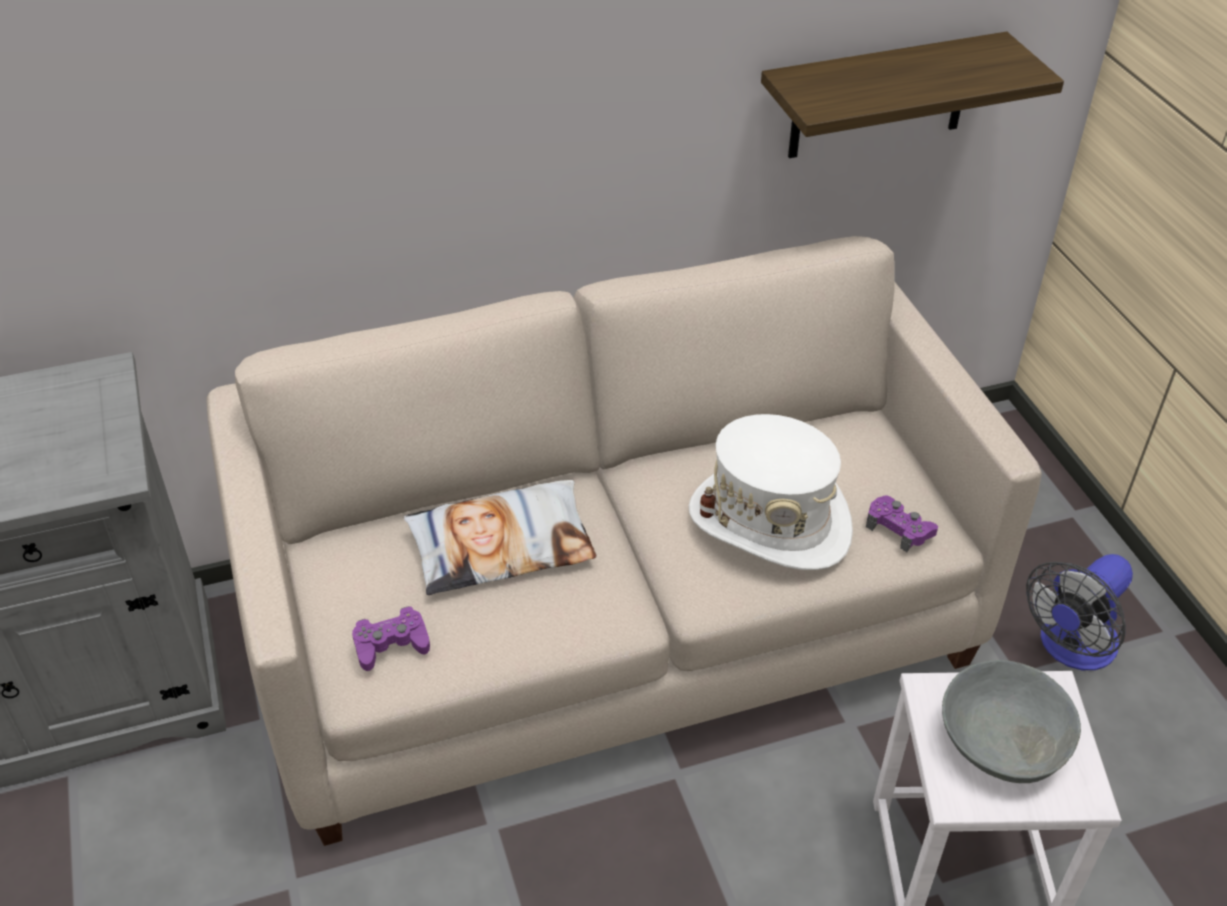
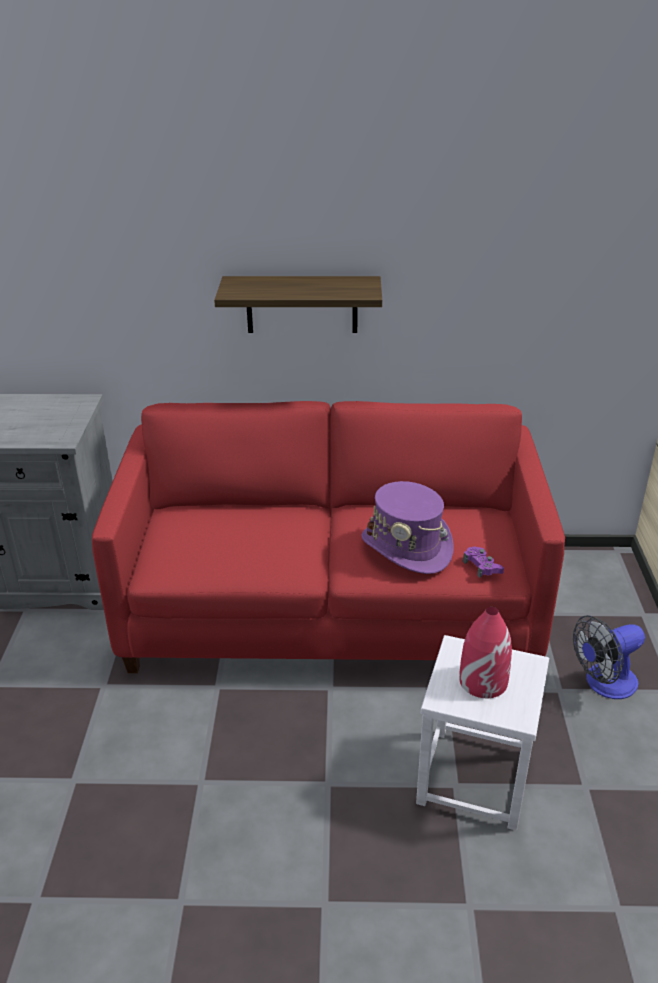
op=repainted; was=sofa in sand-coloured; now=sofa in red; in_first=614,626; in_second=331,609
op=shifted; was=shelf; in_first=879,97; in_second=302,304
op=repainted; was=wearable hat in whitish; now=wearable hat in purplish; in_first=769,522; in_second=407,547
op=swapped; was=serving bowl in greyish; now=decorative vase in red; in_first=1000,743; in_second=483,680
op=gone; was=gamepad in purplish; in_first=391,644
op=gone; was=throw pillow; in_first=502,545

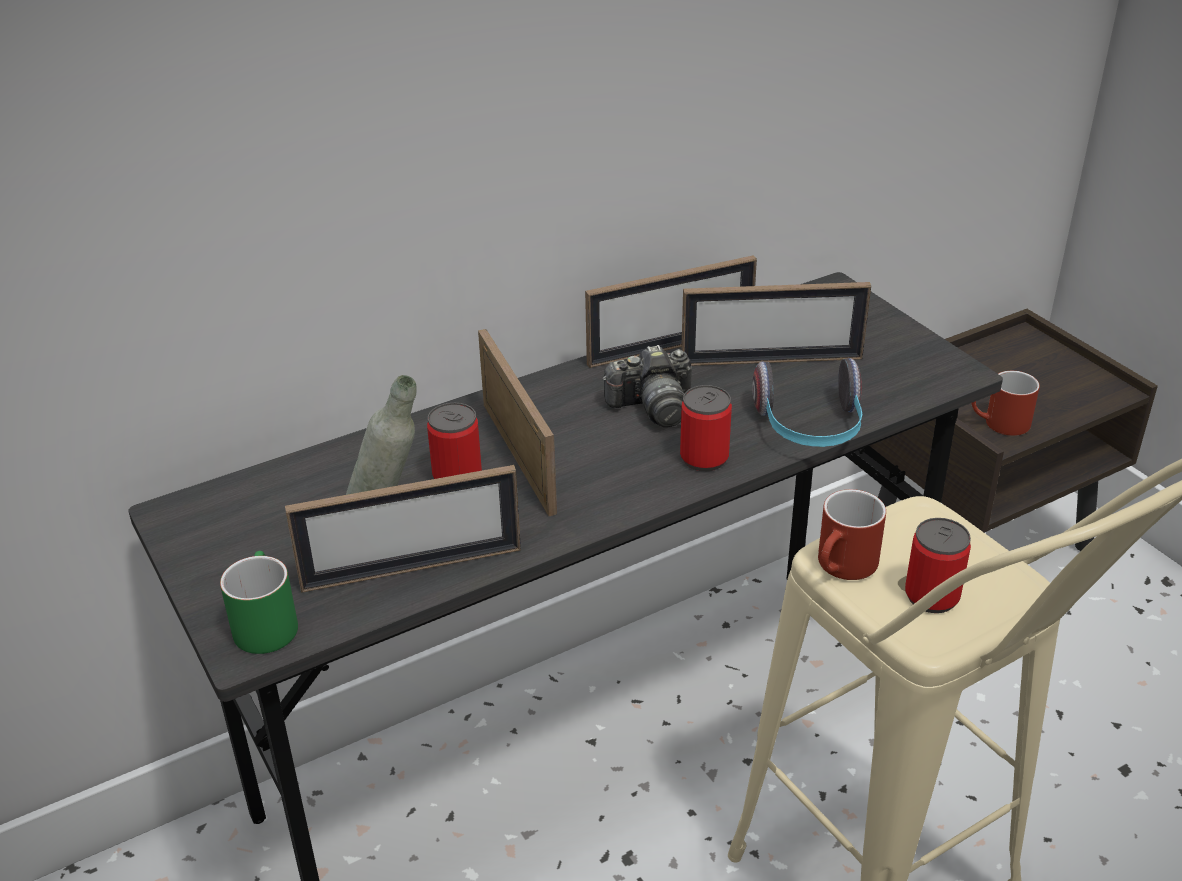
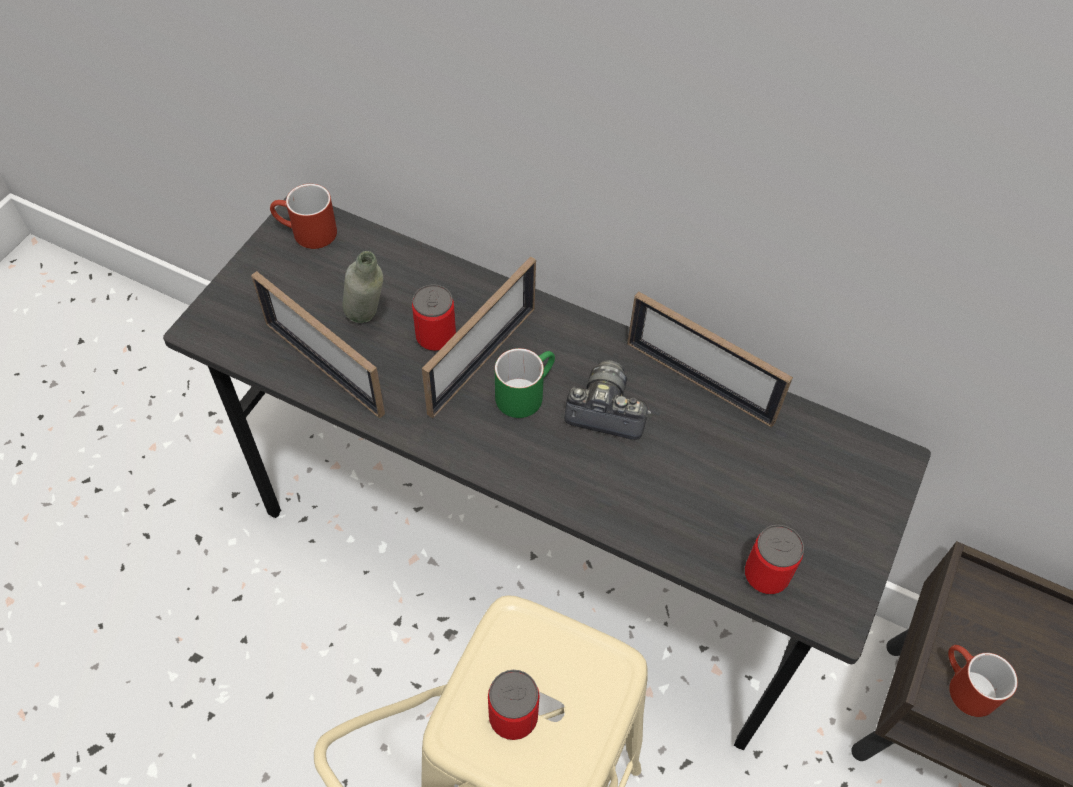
op=shifted; was=tea mug in red; in_first=843,568; in_second=306,233
op=shifted; was=tea mug in green; in_first=263,622; in_second=525,392
op=rotated; was=still camera; in_first=653,407; in_second=605,411; clockwise=150
op=shifted; was=sealed can; in_first=704,458; in_second=766,575
op=gone; was=picture frame; in_first=771,360
op=gone; was=pair of headphones; in_first=810,428

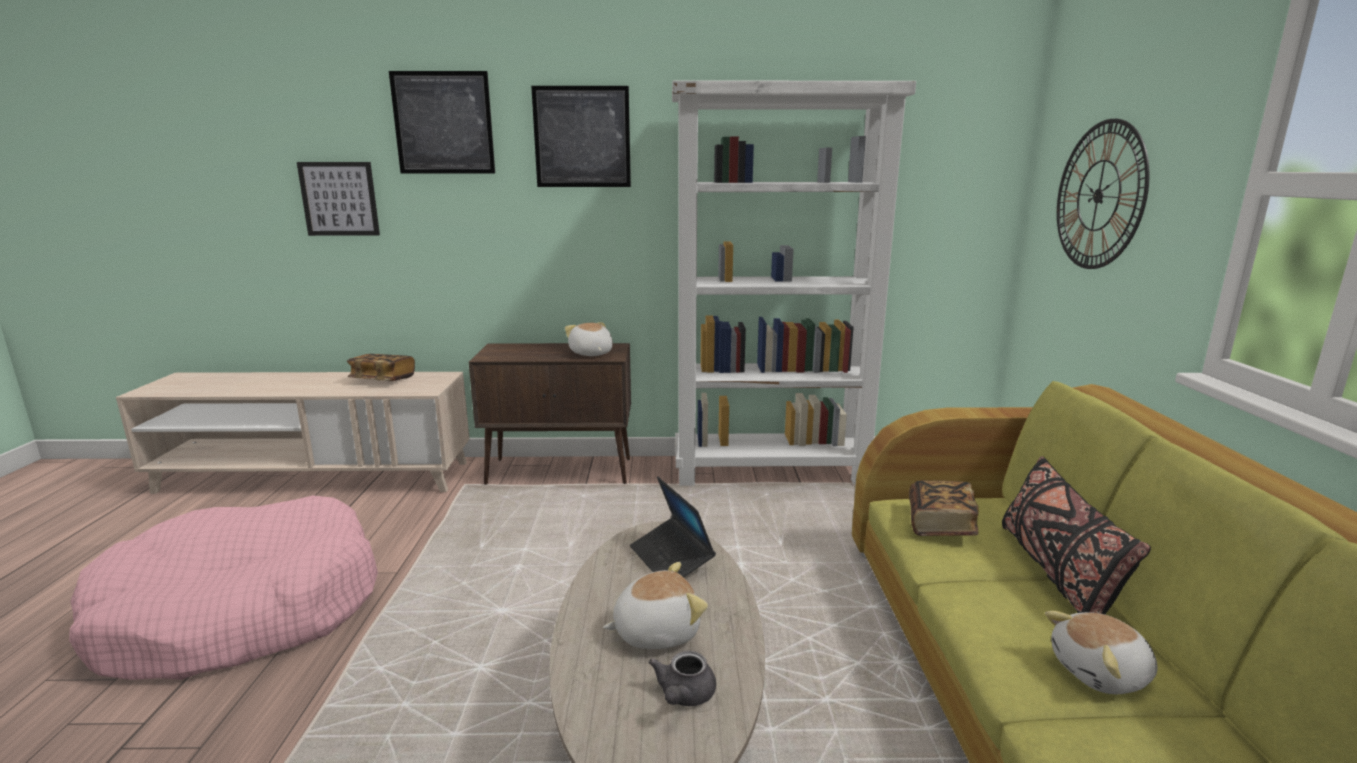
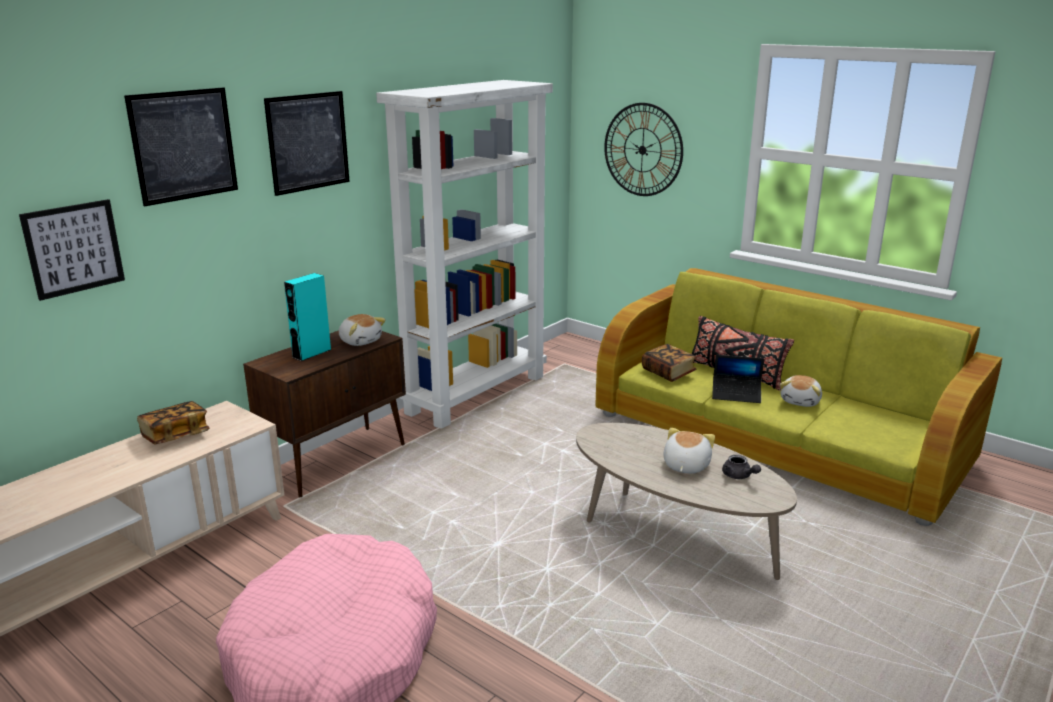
op=new; now=loudspeaker in turquoise; in_second=311,353
op=rotated; was=plush toy; in_first=591,353; in_second=360,341; clockwise=-150
op=shifted; was=portable computer; in_first=671,559; in_second=736,394

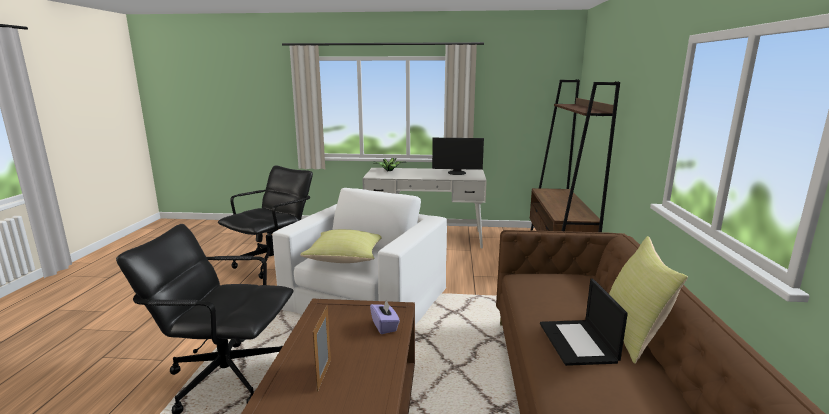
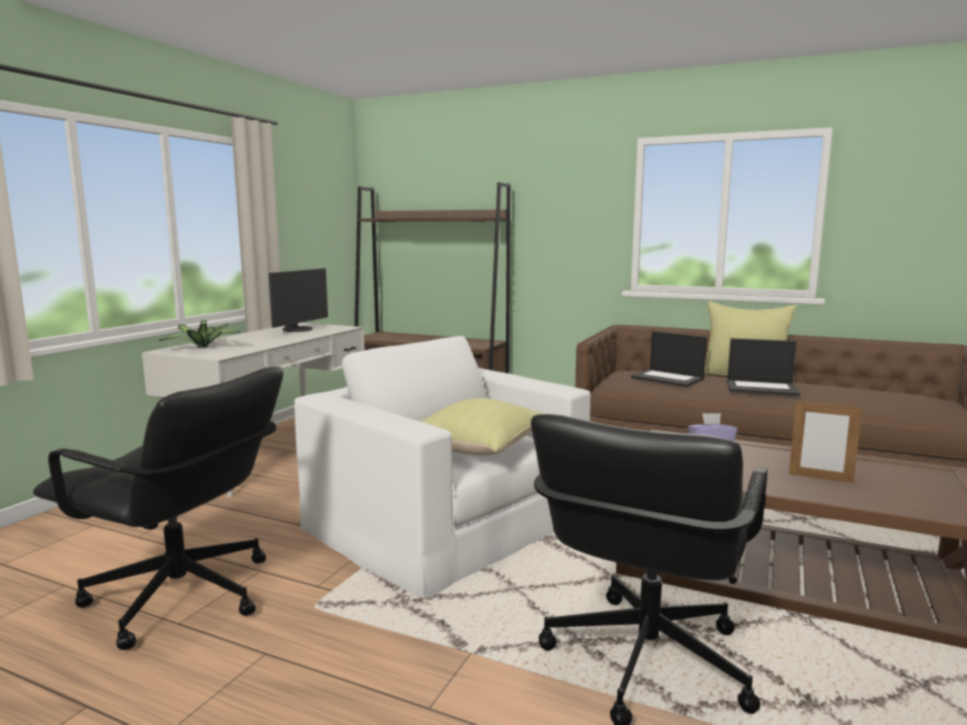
op=rotated; was=office chair in blackish; in_first=273,263; in_second=181,597; clockwise=150
op=new; now=portable computer; in_second=668,378

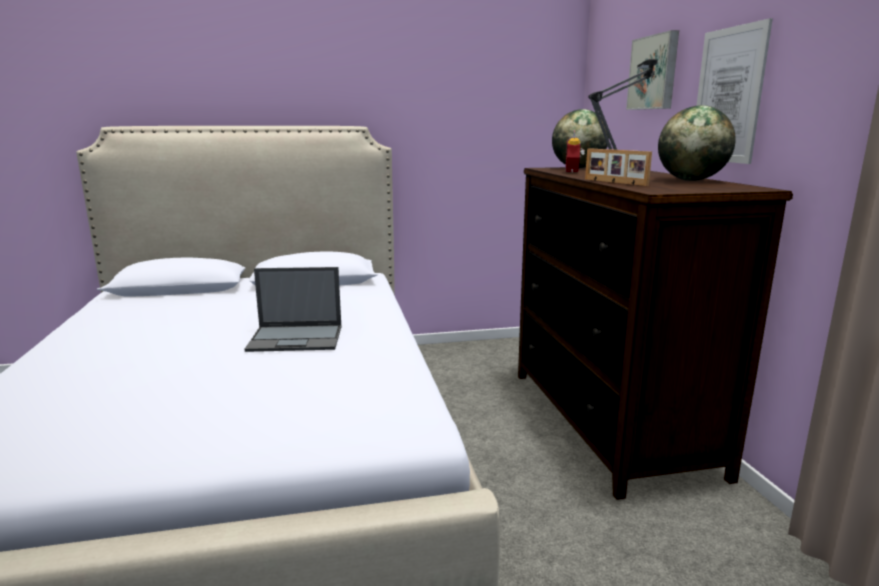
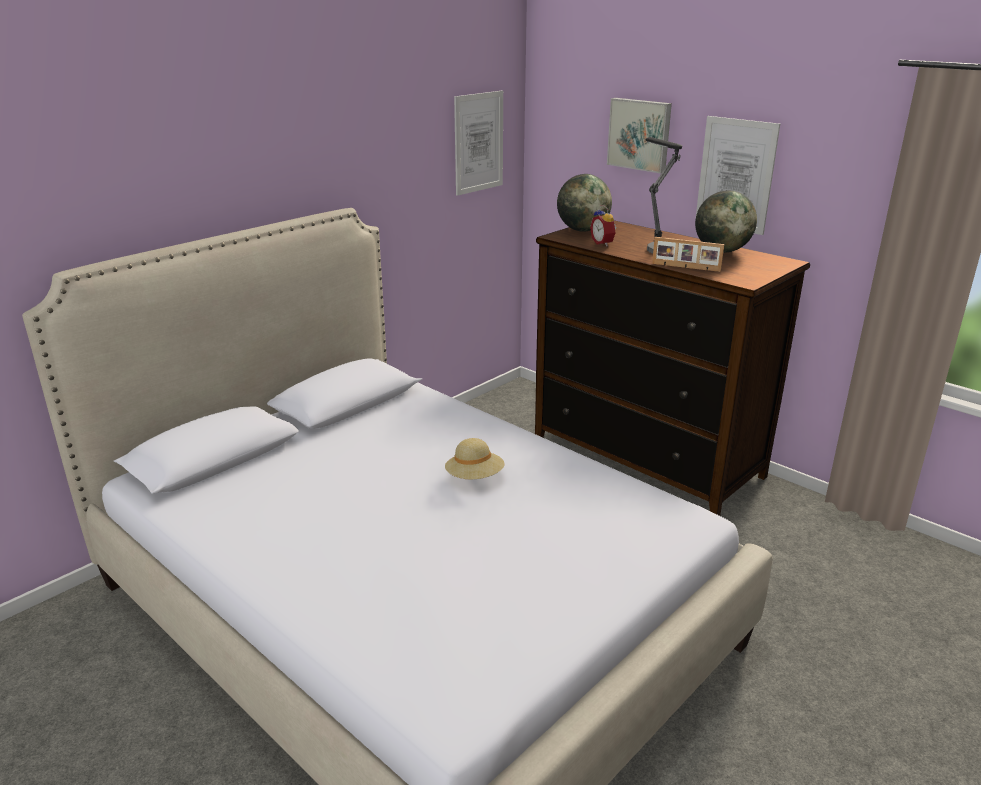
op=swapped; was=portable computer; now=wearable hat in sand-coloured; in_first=297,338; in_second=475,477
op=new; now=picture; in_second=478,142

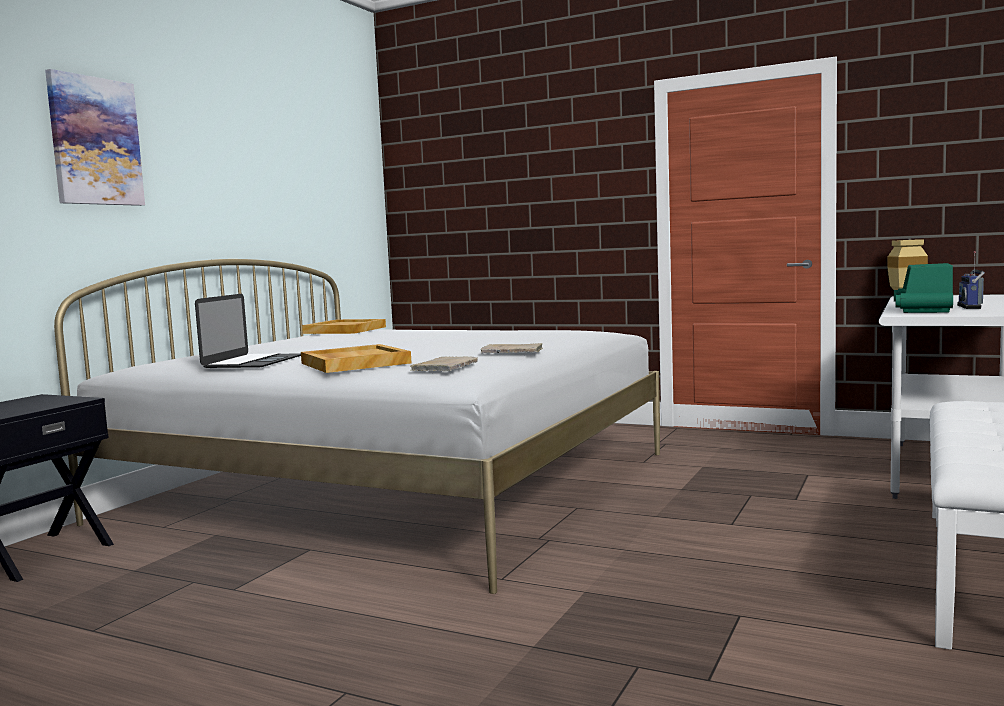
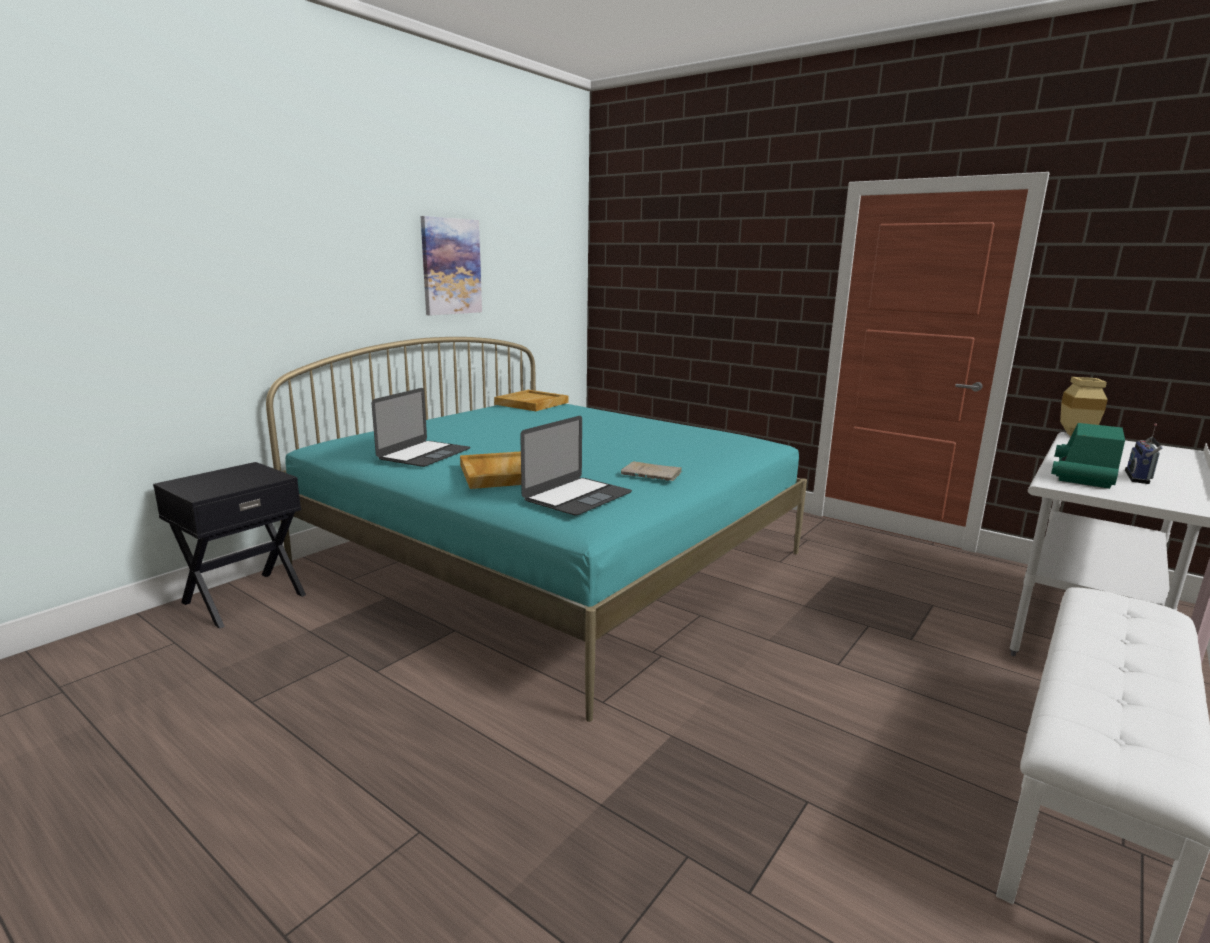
op=repainted; was=bedroom bed in whitish; now=bedroom bed in turquoise; in_first=395,486; in_second=552,559
op=shifted; was=picture; in_first=95,141; in_second=451,266
op=swapped; was=volume in sand-coloured; now=portable computer; in_first=446,367; in_second=577,496

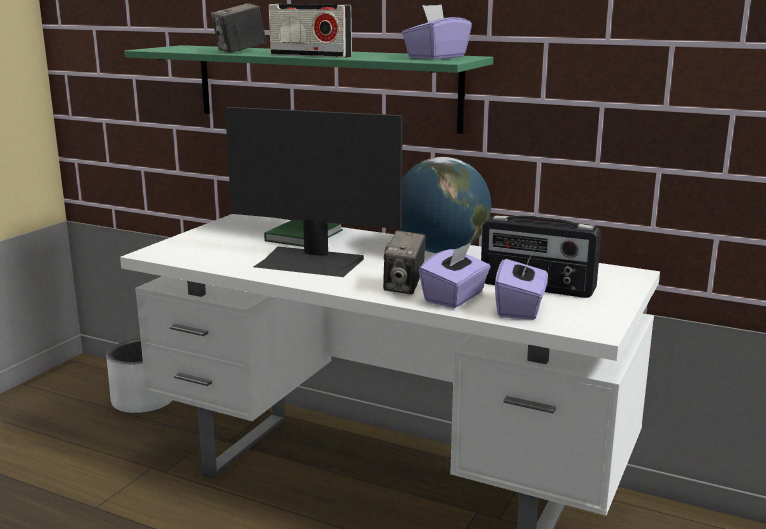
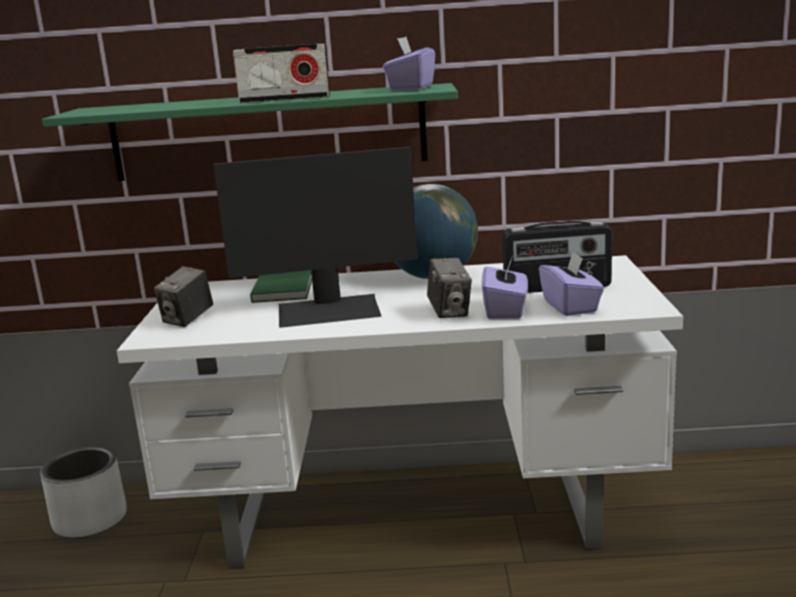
op=shifted; was=still camera; in_first=240,51; in_second=188,320

